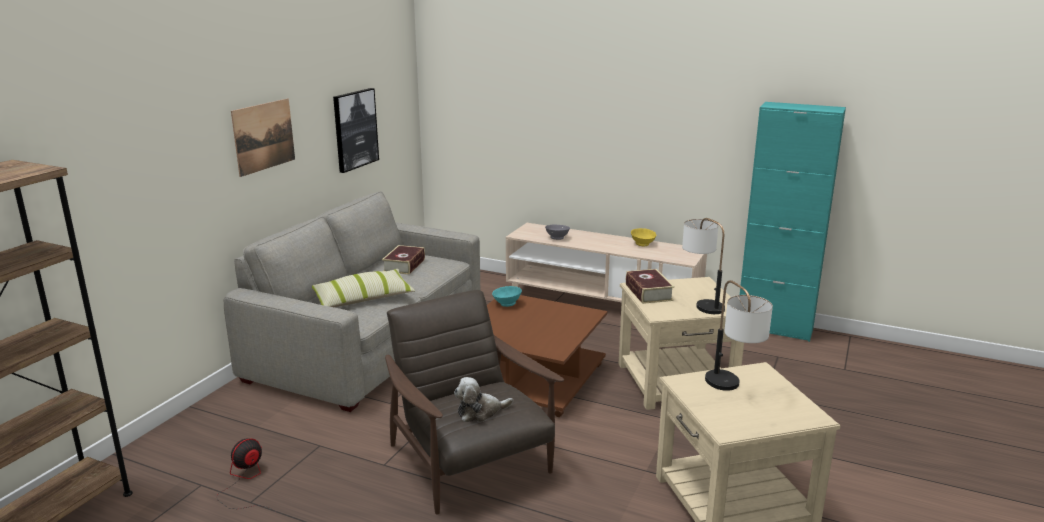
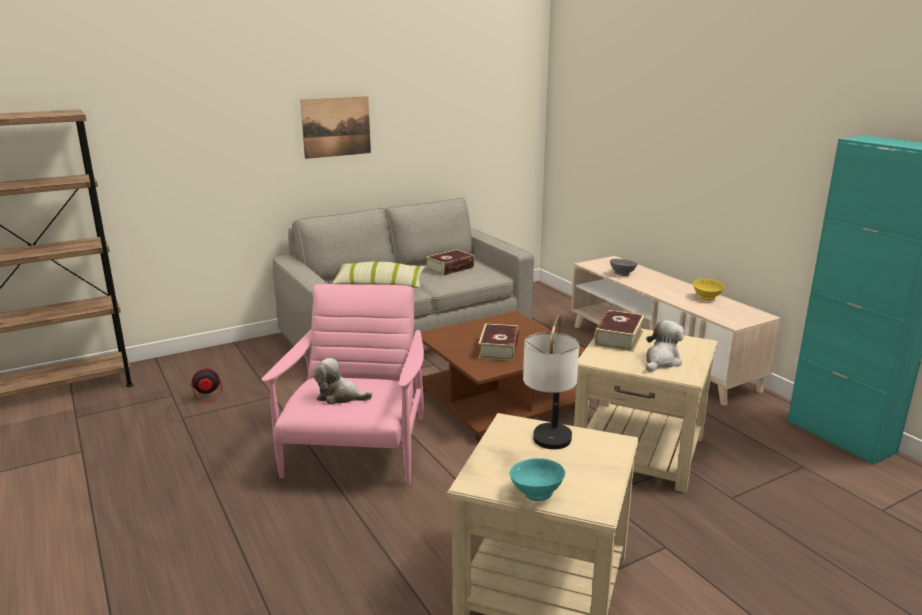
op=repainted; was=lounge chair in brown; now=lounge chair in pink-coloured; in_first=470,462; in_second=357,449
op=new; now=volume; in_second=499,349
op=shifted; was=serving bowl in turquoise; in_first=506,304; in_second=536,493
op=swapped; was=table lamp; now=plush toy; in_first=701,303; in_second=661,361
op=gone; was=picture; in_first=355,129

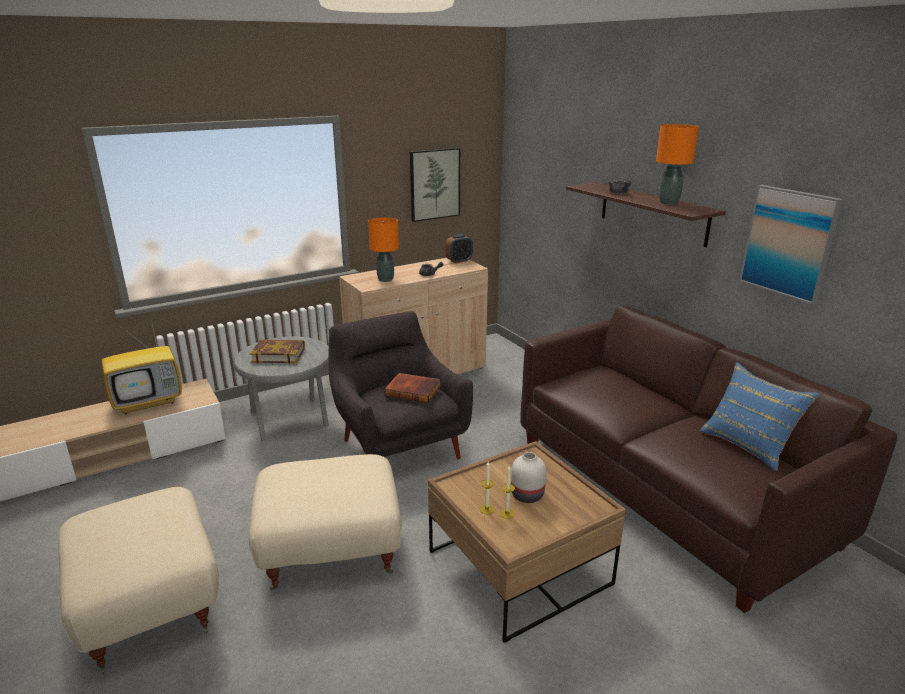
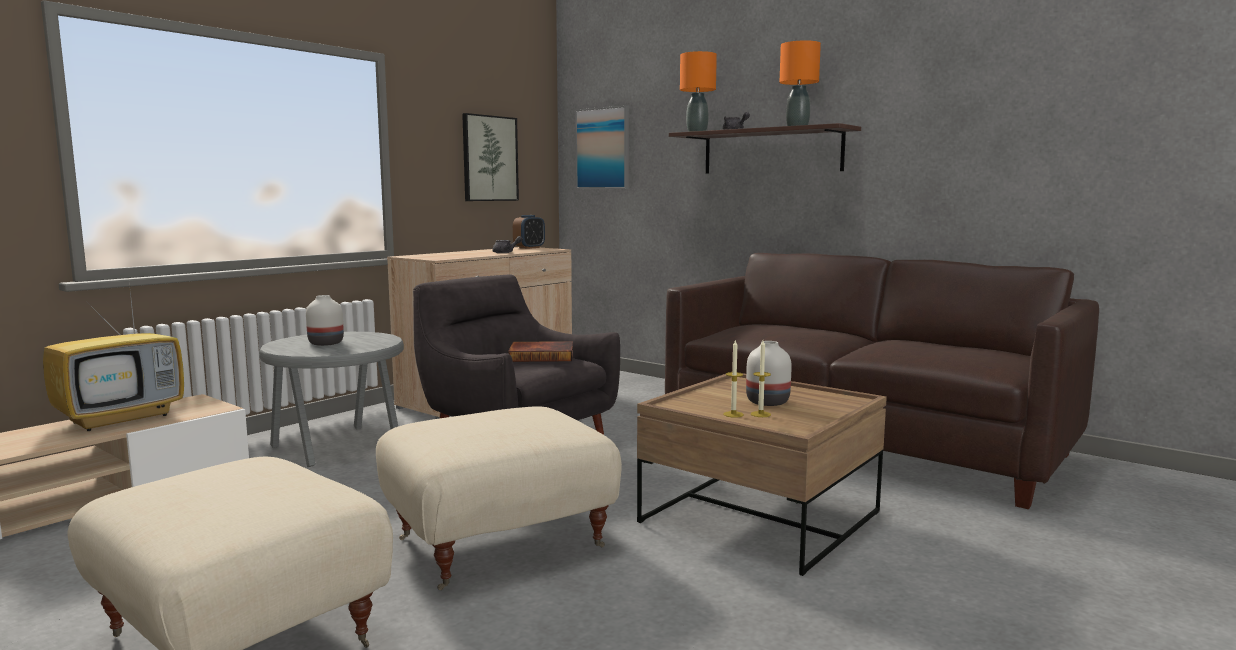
op=swapped; was=volume; now=decorative vase in whitish; in_first=278,355; in_second=326,343
op=shifted; was=picture; in_first=788,243; in_second=603,148
op=shifted; was=table lamp in orange; in_first=386,279; in_second=697,132
op=gone; was=throw pillow in blue; in_first=748,444

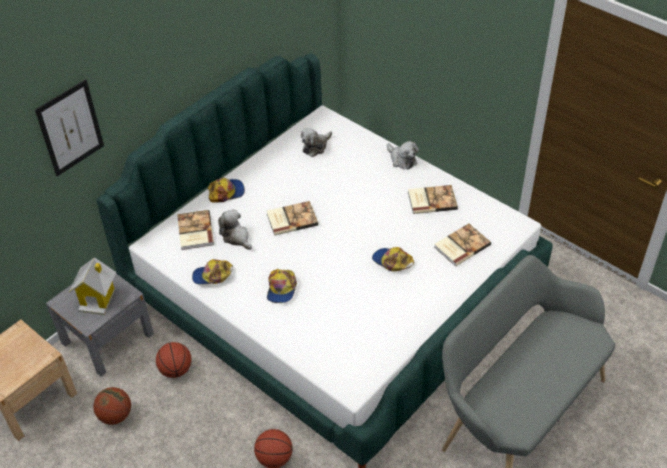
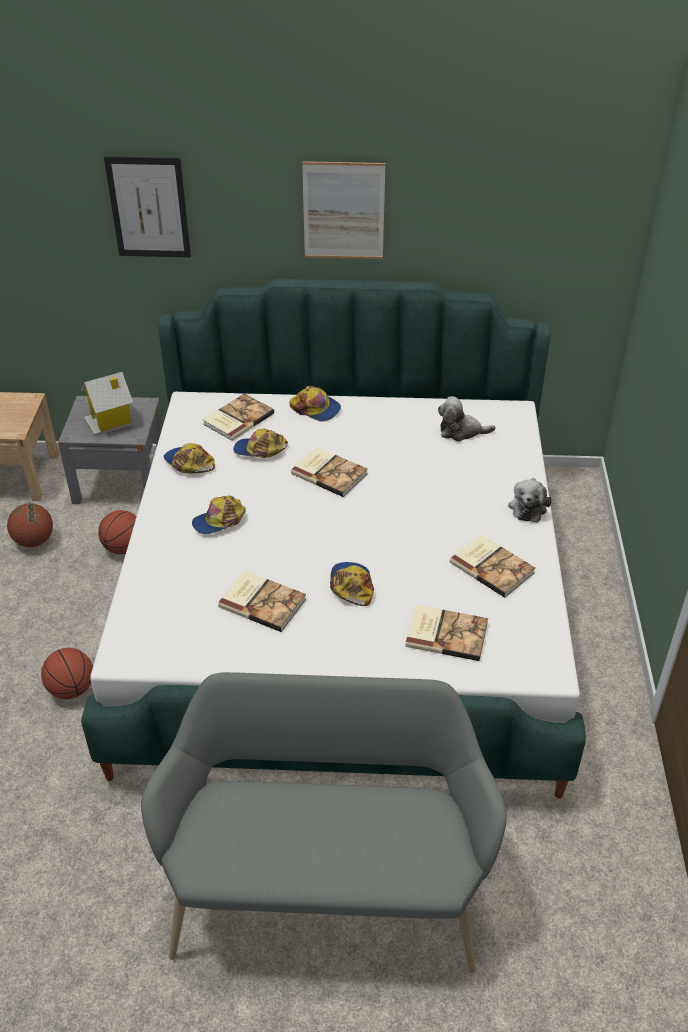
op=new; now=volume; in_second=262,602
op=swapped; was=plush toy; now=peaked cap; in_first=236,237; in_second=259,450
op=new; now=picture; in_second=343,211

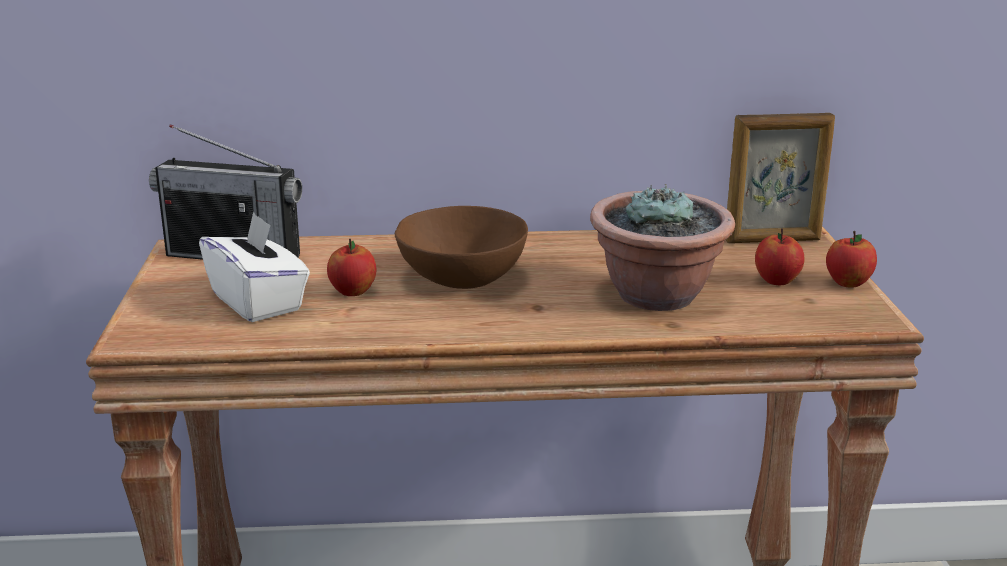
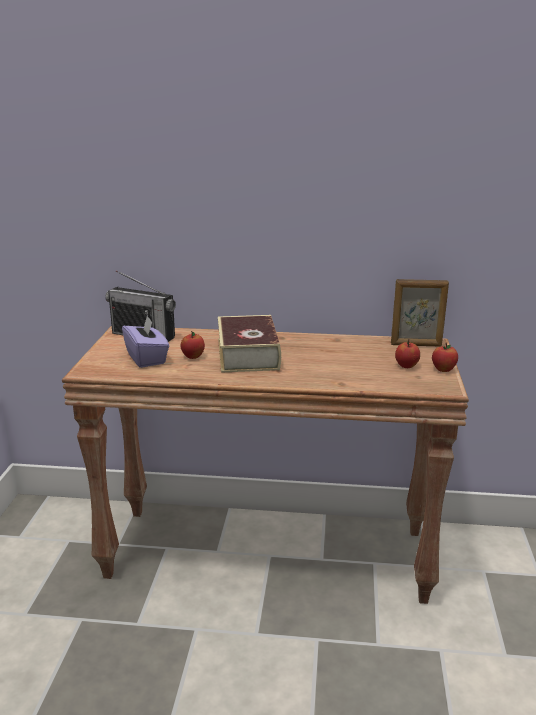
op=repainted; was=tissue box in whitish; now=tissue box in purplish; in_first=258,302; in_second=147,358
op=swapped; was=serving bowl in brown; now=volume; in_first=462,279; in_second=248,354
op=gone; was=potted plant; in_first=658,296

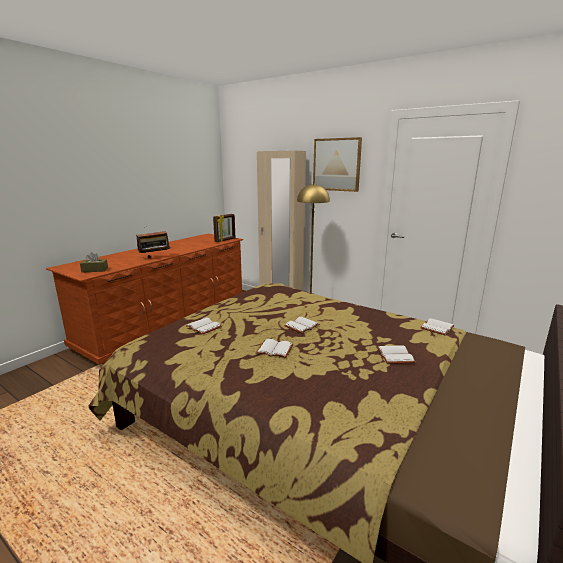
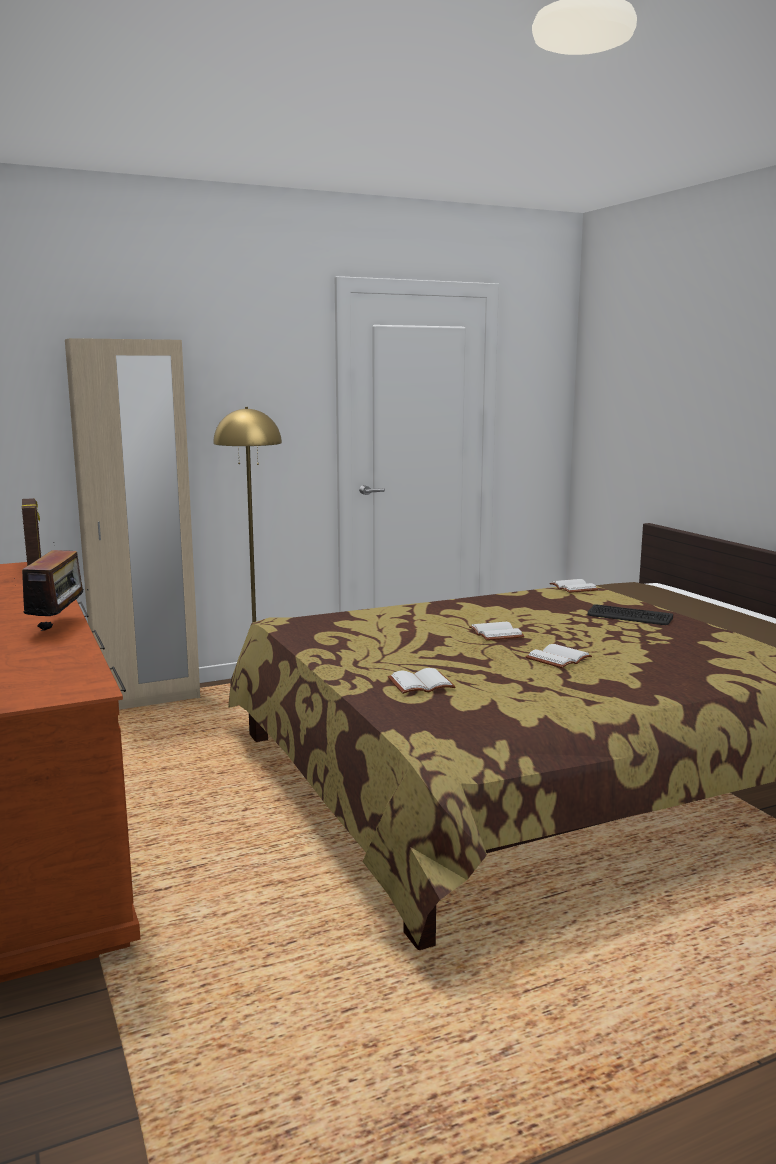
op=swapped; was=volume in whitish; now=keyboard; in_first=396,356; in_second=629,616
op=gone; was=tissue box in brown; in_first=95,270
op=gone; was=picture; in_first=337,164

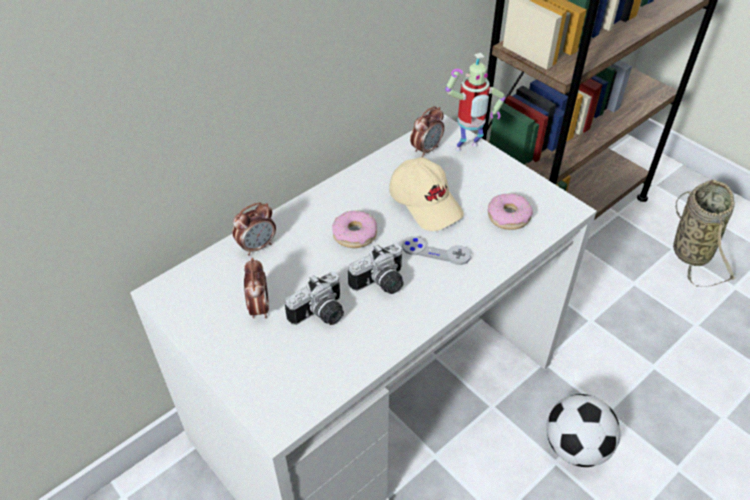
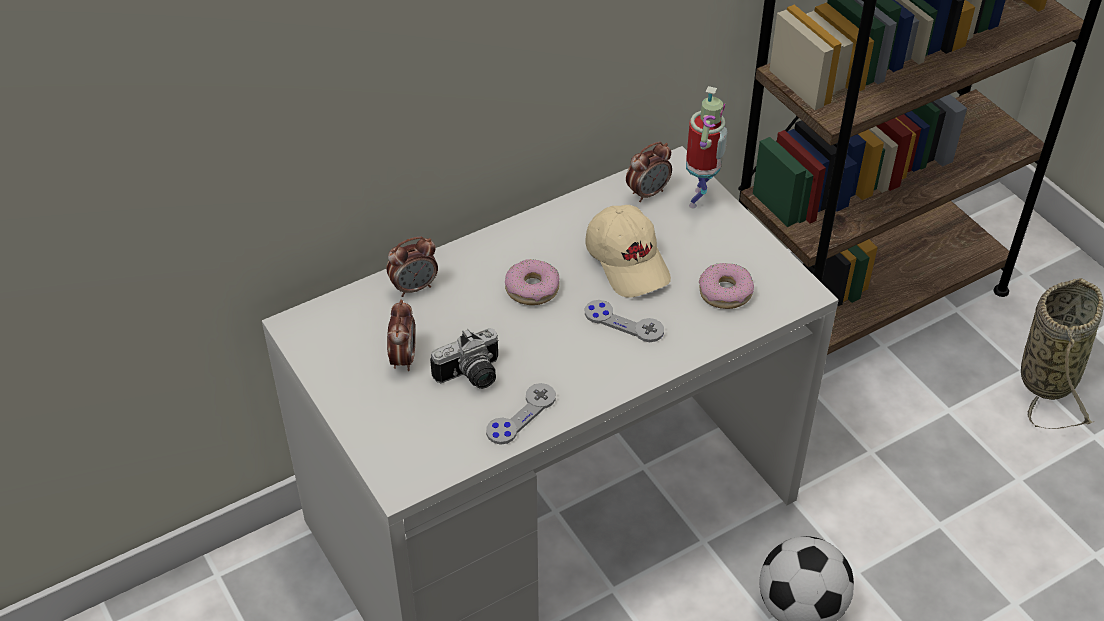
op=new; now=gamepad in greyish; in_second=521,415
op=rotated; was=robot figure; in_first=467,149; in_second=700,199; clockwise=-60
op=gone; was=still camera; in_first=381,284

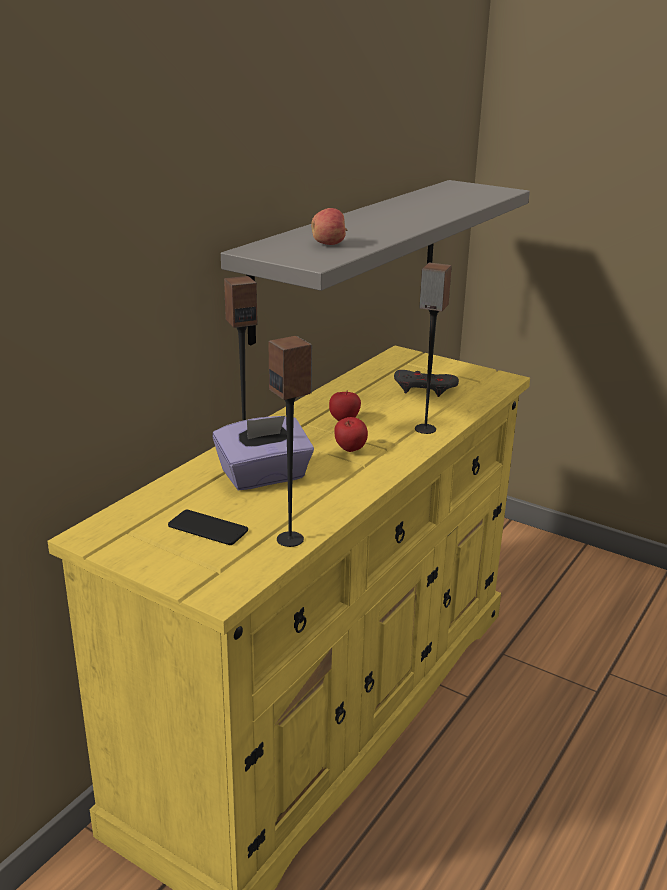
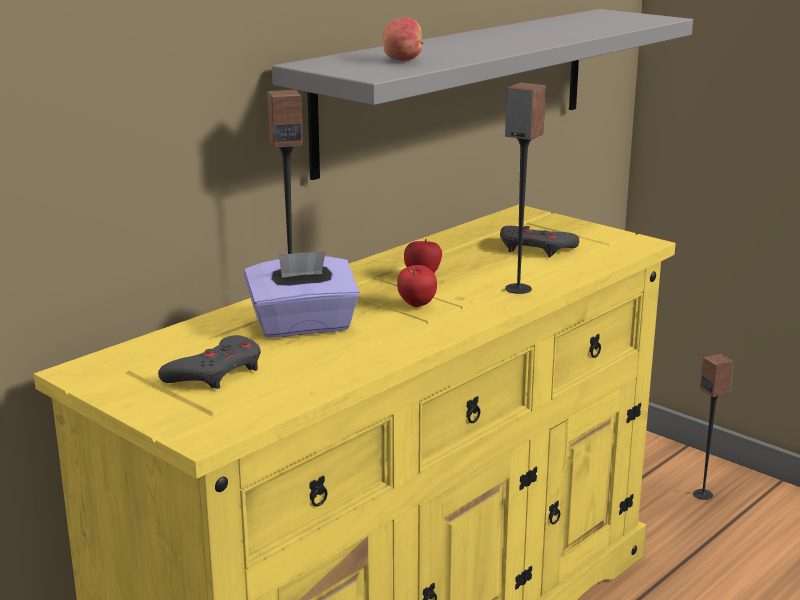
op=swapped; was=handset; now=gamepad in greyish; in_first=208,528; in_second=216,372
op=shifted; was=loudspeaker; in_first=290,539; in_second=703,494

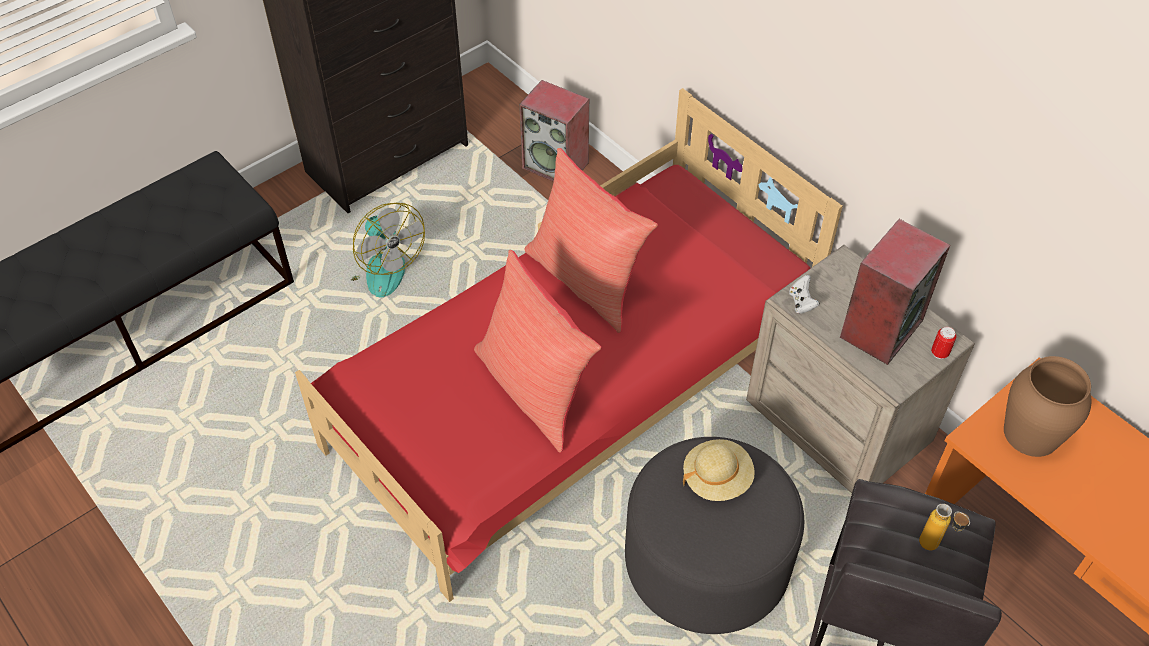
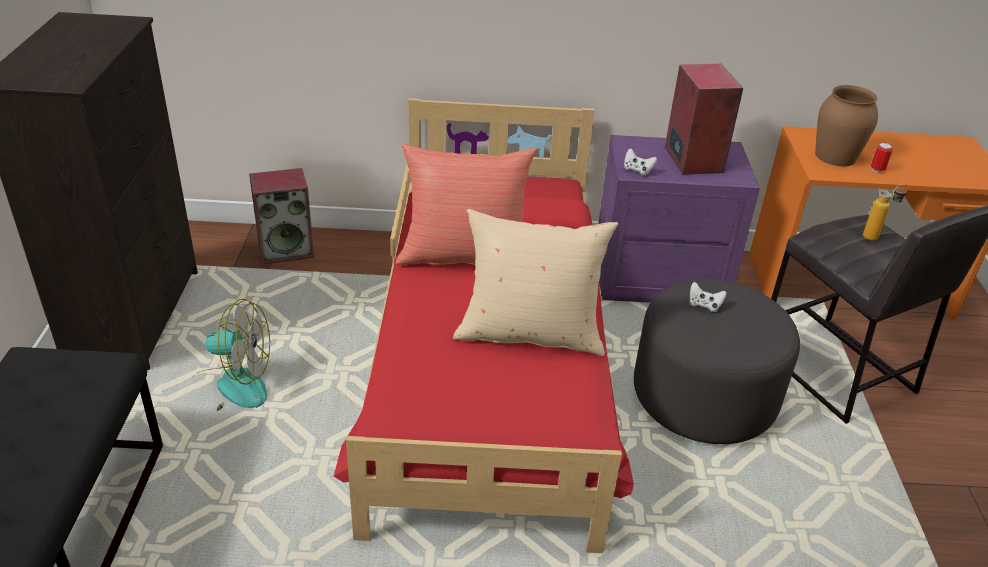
op=repainted; was=throw pillow in red; now=throw pillow in sand-coloured; in_first=535,389; in_second=530,334
op=repainted; was=night table in sand-coloured; now=night table in purplish; in_first=838,424; in_second=658,279
op=swapped; was=wearable hat in sand-coloured; now=gamepad in whitish; in_first=717,478; in_second=704,305
op=shifted; was=sealed can; in_first=939,353; in_second=877,170

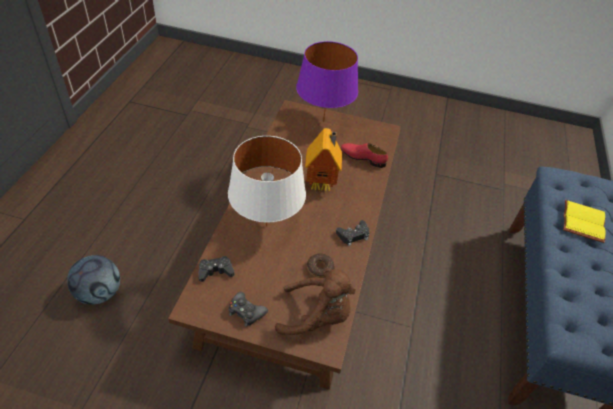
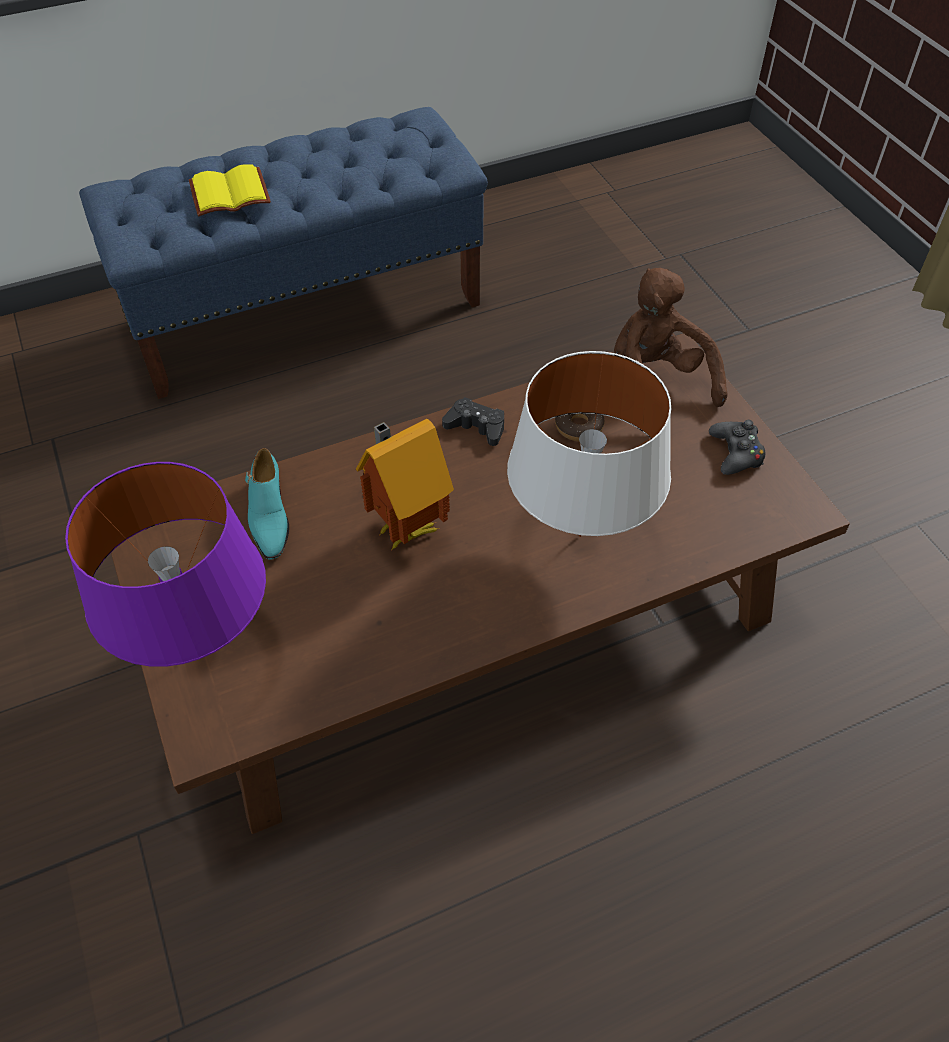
op=repainted; was=low shoe in red; now=low shoe in turquoise; in_first=363,158; in_second=269,516
op=gone; was=football ball; in_first=99,293
op=gone; was=gamepad in blackish; in_first=215,271

